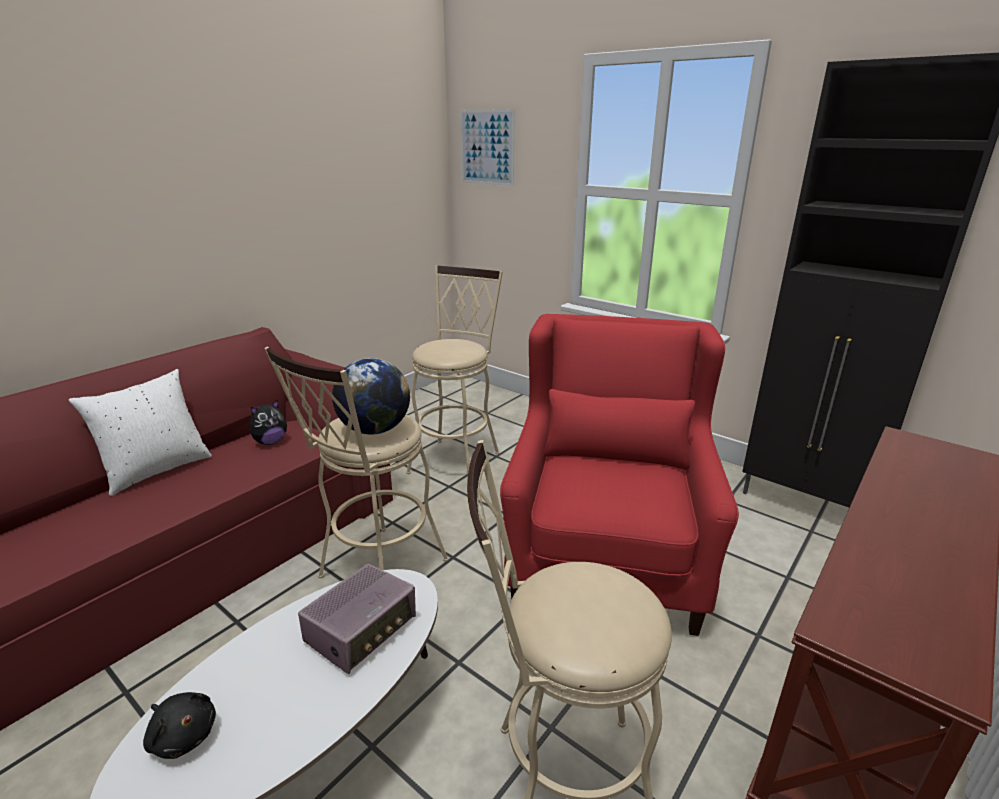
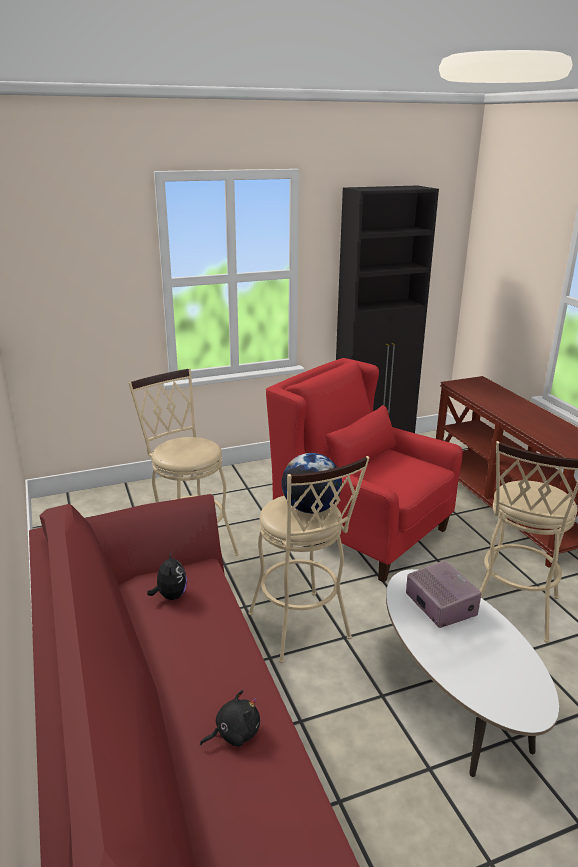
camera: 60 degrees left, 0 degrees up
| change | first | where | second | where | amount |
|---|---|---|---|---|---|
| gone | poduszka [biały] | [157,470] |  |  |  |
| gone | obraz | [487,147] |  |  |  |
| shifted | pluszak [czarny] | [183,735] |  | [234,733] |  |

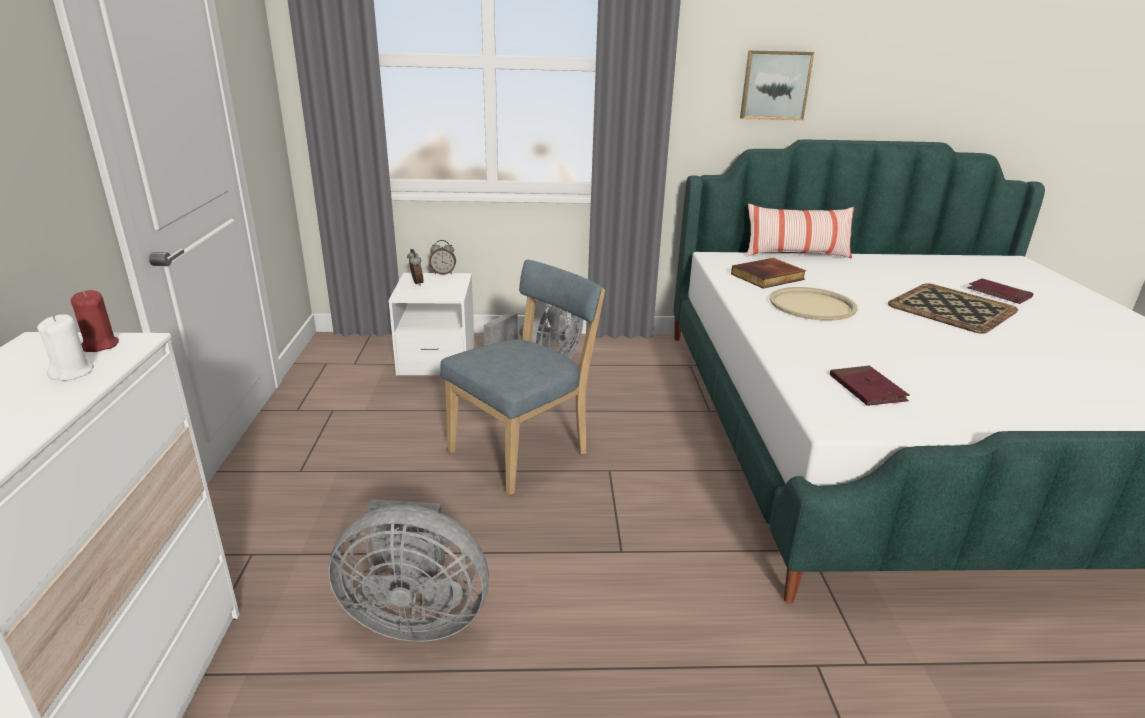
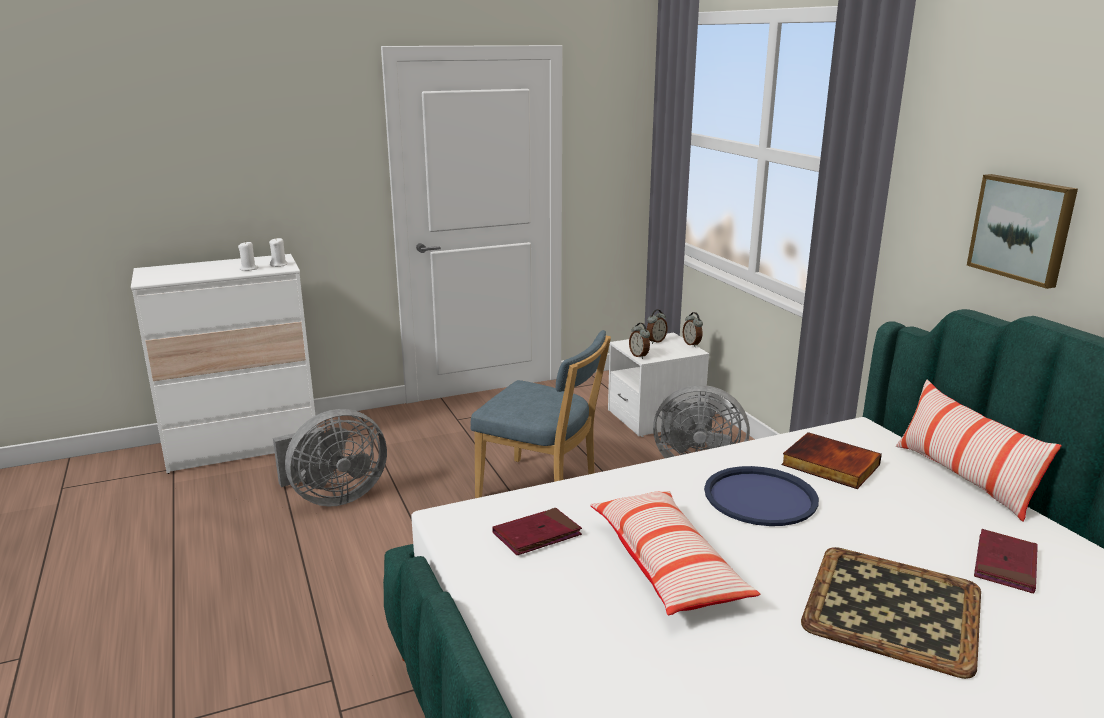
camera: 70 degrees right, 5 degrees down
| change | first | where | second | where | amount |
|---|---|---|---|---|---|
| new |  |  | poduszka | [667,565] |  |
| new |  |  | budzik | [639,356] |  |
| shifted | książka [czerwony] | [999,294] |  | [1005,564] |  |
| repainted | świeca [czerwony] | [99,345] | świeca [biały] | [279,265] |  |
| repainted | taca [beżowy] | [812,305] | taca [niebieski] | [760,497] |  |
| rotated | wentylator [szary] | [415,617] |  | [333,497] | 105 degrees counterclockwise |

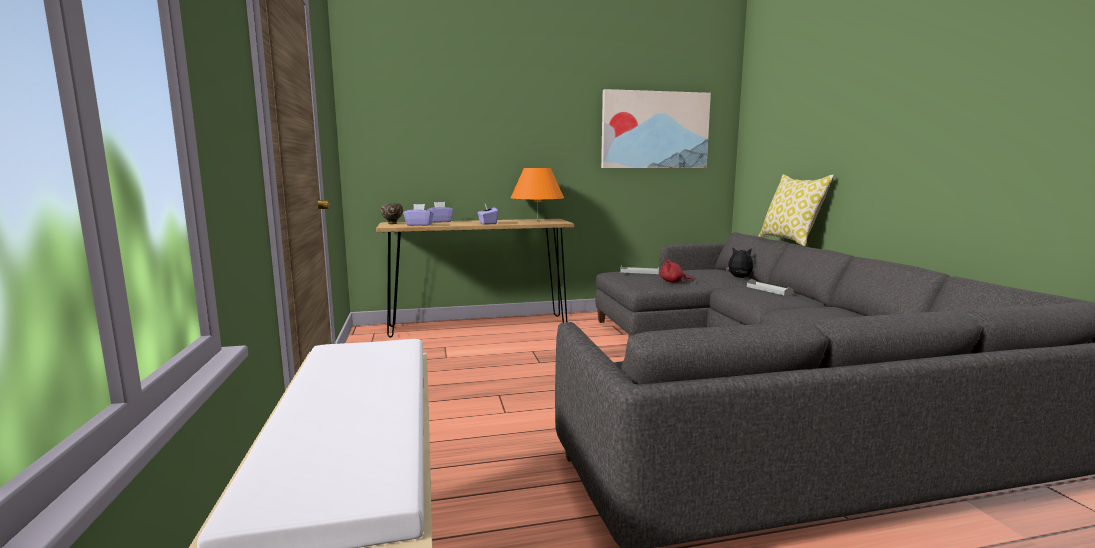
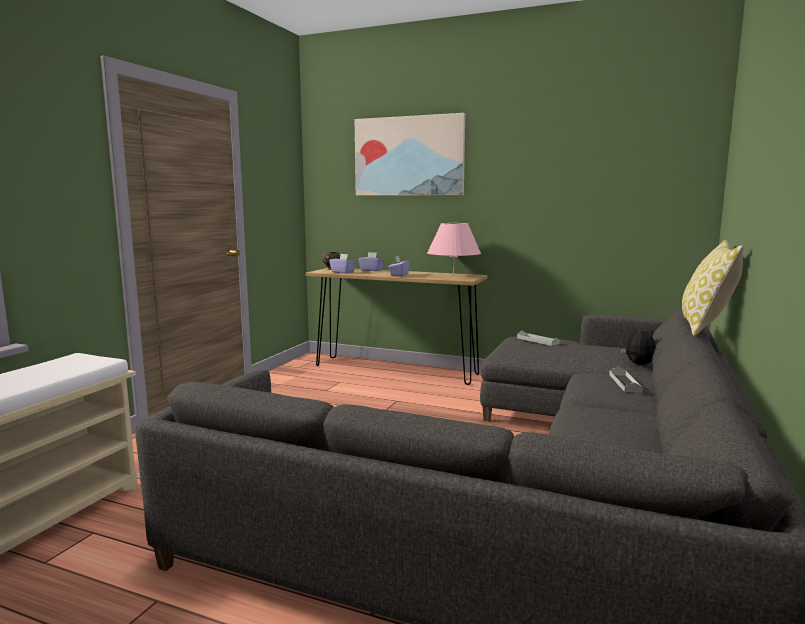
camera: 35 degrees right, 0 degrees up
| change | first | where | second | where | amount |
|---|---|---|---|---|---|
| gone | pluszak [czerwony] | [673,282] |  |  |  |
| shifted | obraz | [654,130] |  | [409,156] |  |
| repainted | lampa stołowa [pomarańczowy] | [537,220] | lampa stołowa [różowy] | [453,275] |  |

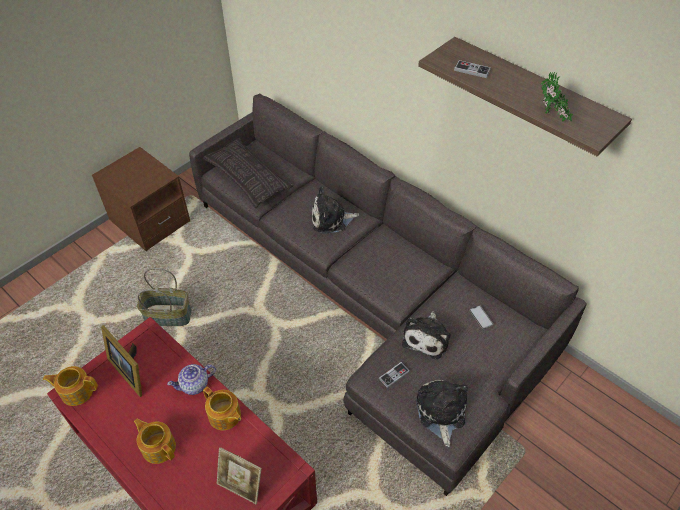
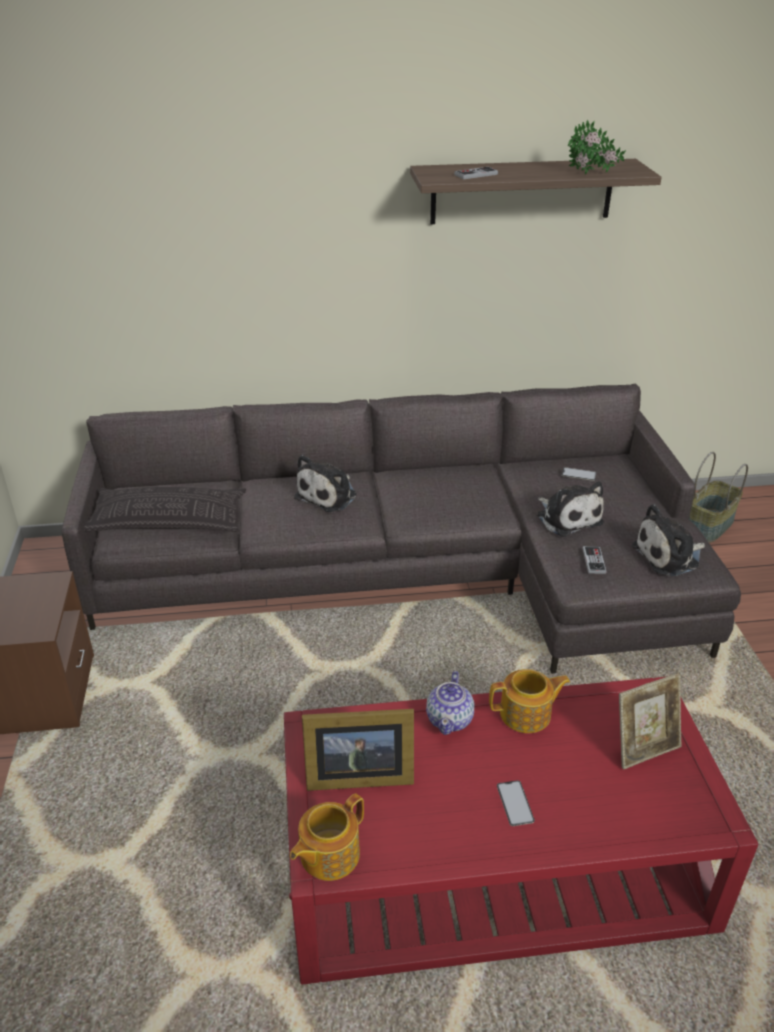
camera: 50 degrees left, 15 degrees down
| change | first | where | second | where | amount |
|---|---|---|---|---|---|
| shifted | koszyk | [168,315] |  | [708,525] |  |
| swapped | imbryk | [158,446] | telefon | [515,803] |  |
| rotated | pluszak | [440,413] |  | [669,556] | 60 degrees counterclockwise |

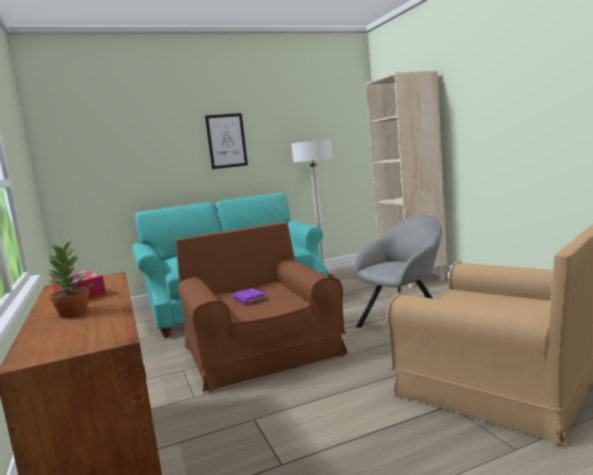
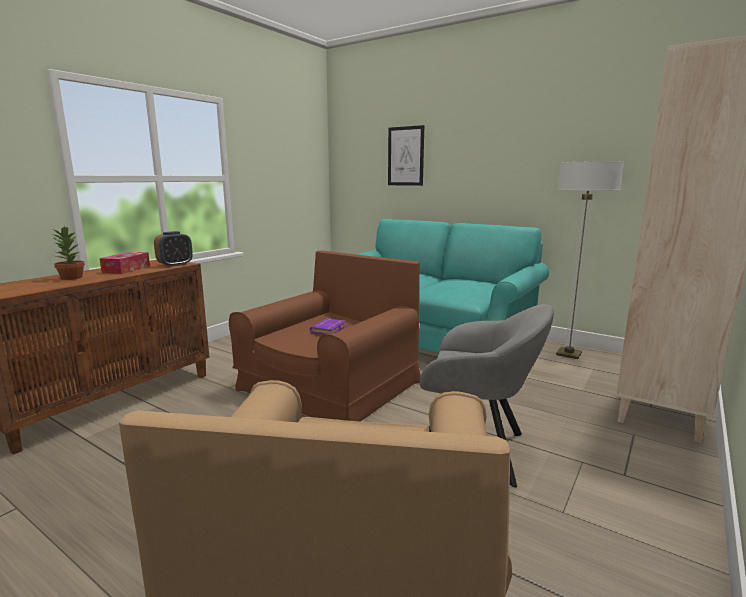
camera: 55 degrees right, 5 degrees up
| change | first | where | second | where | amount |
|---|---|---|---|---|---|
| new |  |  | budzik | [175,265] |  |
| shifted | obraz | [226,141] |  | [405,156] |  |

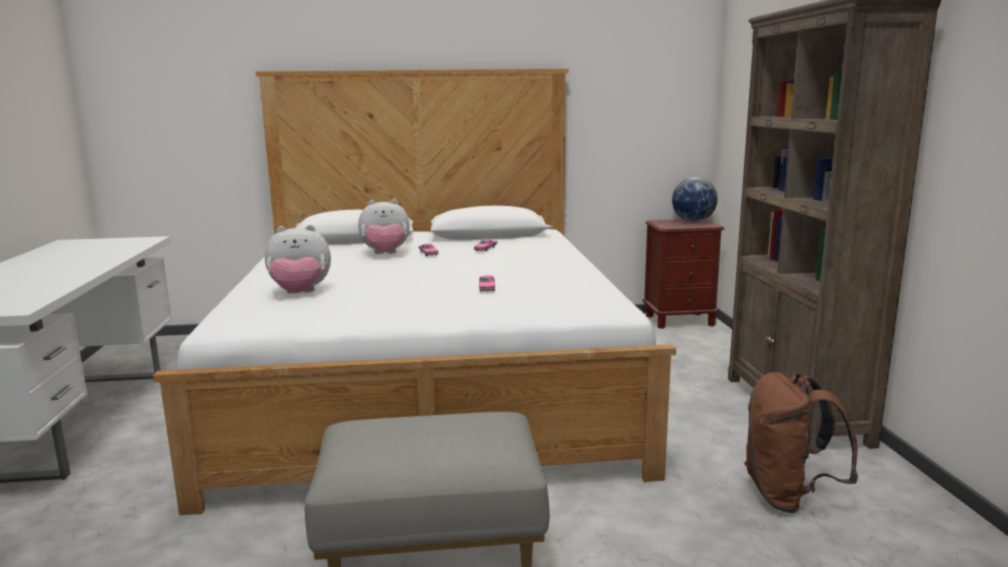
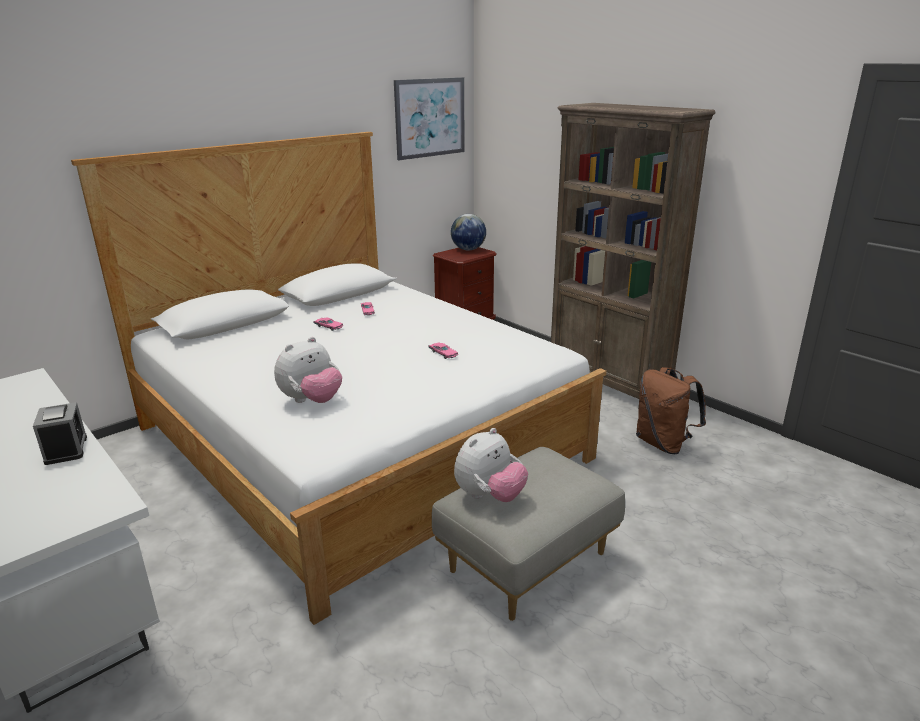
camera: 35 degrees left, 10 degrees up
| change | first | where | second | where | amount |
|---|---|---|---|---|---|
| new |  |  | budzik | [66,450] |  |
| new |  |  | obraz | [430,118] |  |
| shifted | pluszak | [385,254] |  | [489,496] |  |

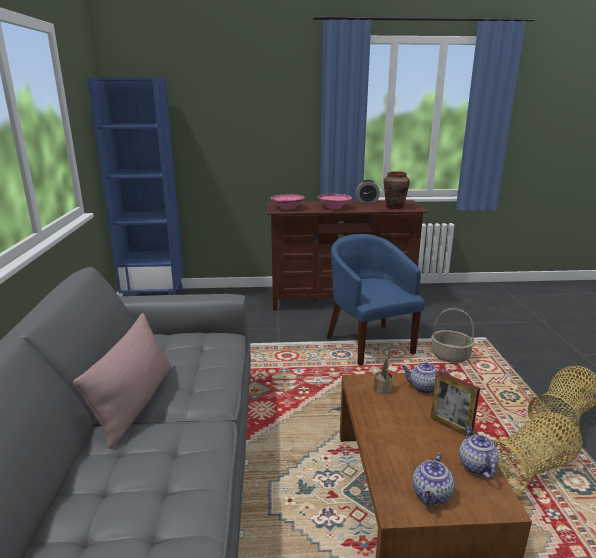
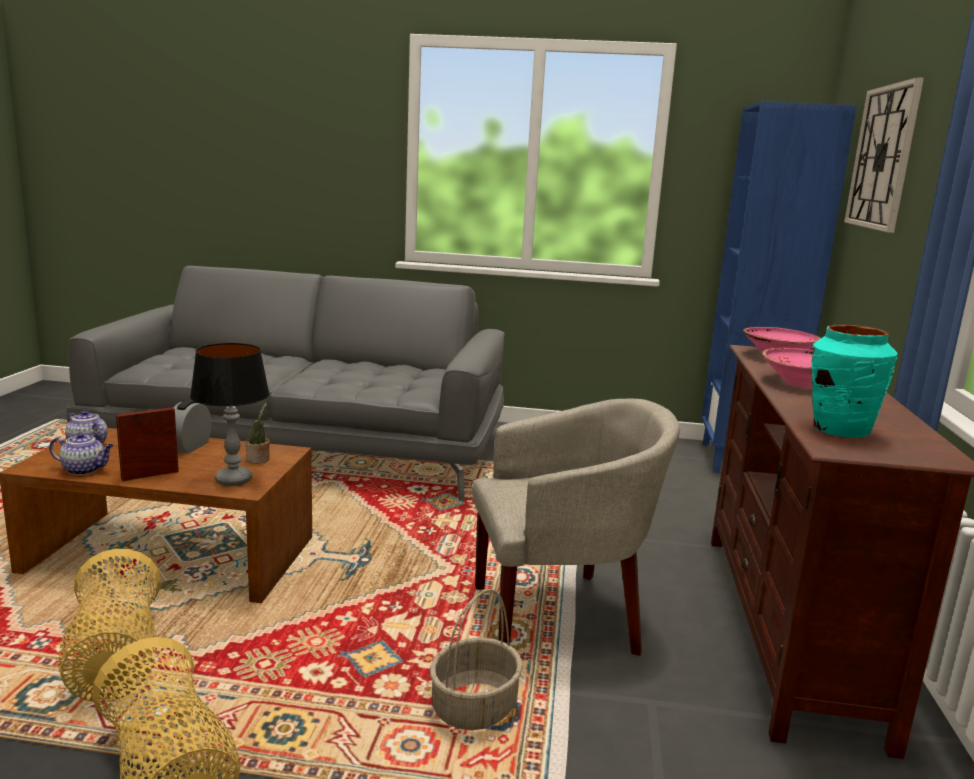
camera: 100 degrees right, 5 degrees down
| change | first | where | second | where | amount |
|---|---|---|---|---|---|
| gone | poduszka [różowy] | [135,403] |  |  |  |
| new |  |  | zegar ścienny | [883,157] |  |
| shifted | budzik | [367,201] |  | [190,447] |  |
| swapped | imbryk | [423,388] | lampa stołowa | [233,480] |  |
| repainted | fotel [niebieski] | [369,343] | fotel [beżowy] | [560,616] |  |
| repainted | wazon [brązowy] | [394,207] | wazon [turkusowy] | [839,430] |  |

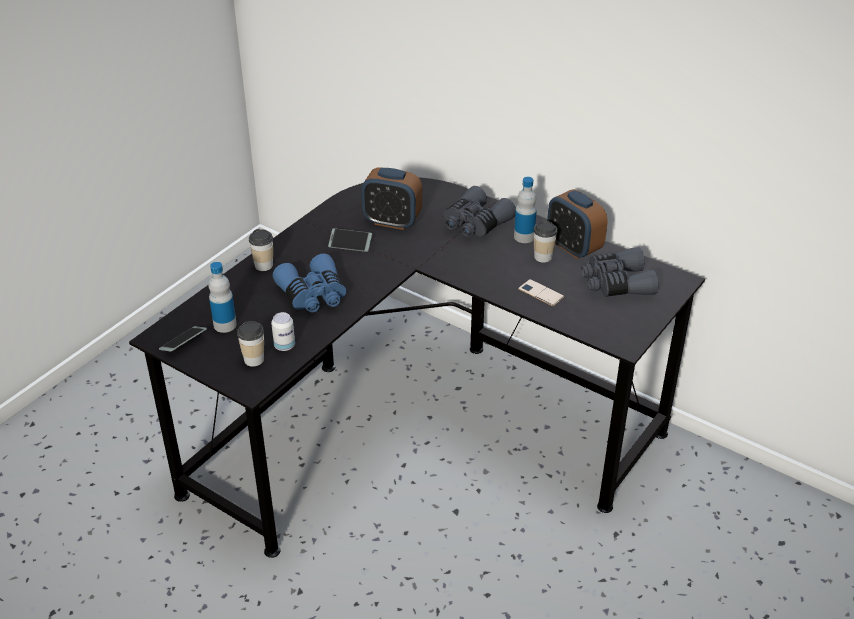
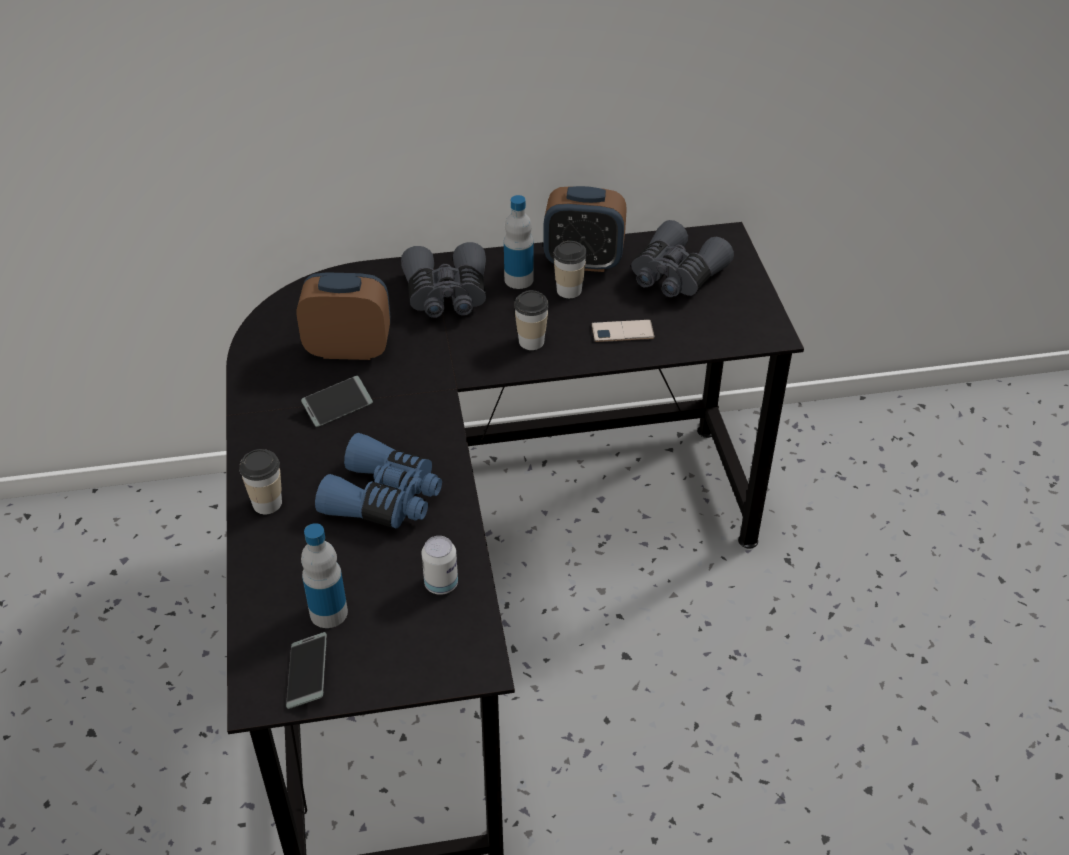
camera: 45 degrees left, 5 degrees up
| change | first | where | second | where | amount |
|---|---|---|---|---|---|
| shifted | filiżanka | [254,359] |  | [531,341] |  |
| rotated | budzik | [392,221] |  | [349,349] | 150 degrees counterclockwise |

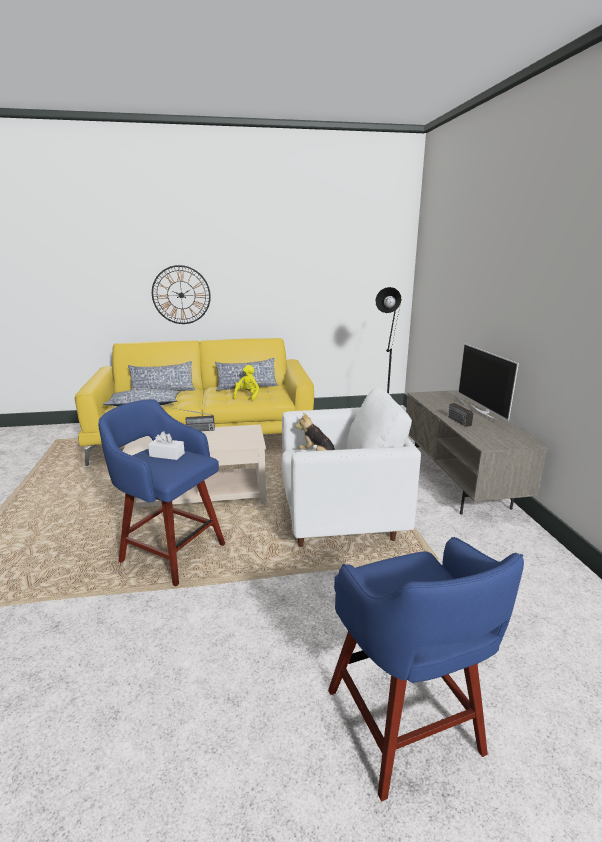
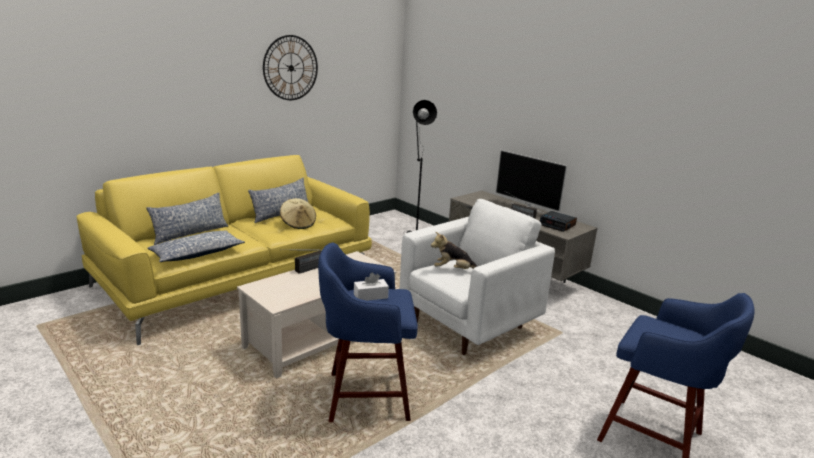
camera: 35 degrees left, 0 degrees up
| change | first | where | second | where | amount |
|---|---|---|---|---|---|
| new |  |  | budzik | [557,225] |  |
| shifted | zegar ścienny | [181,295] |  | [291,68] |  |
| swapped | pluszak [żółty] | [247,396] | kapelusz [beżowy] | [298,224] |  |

